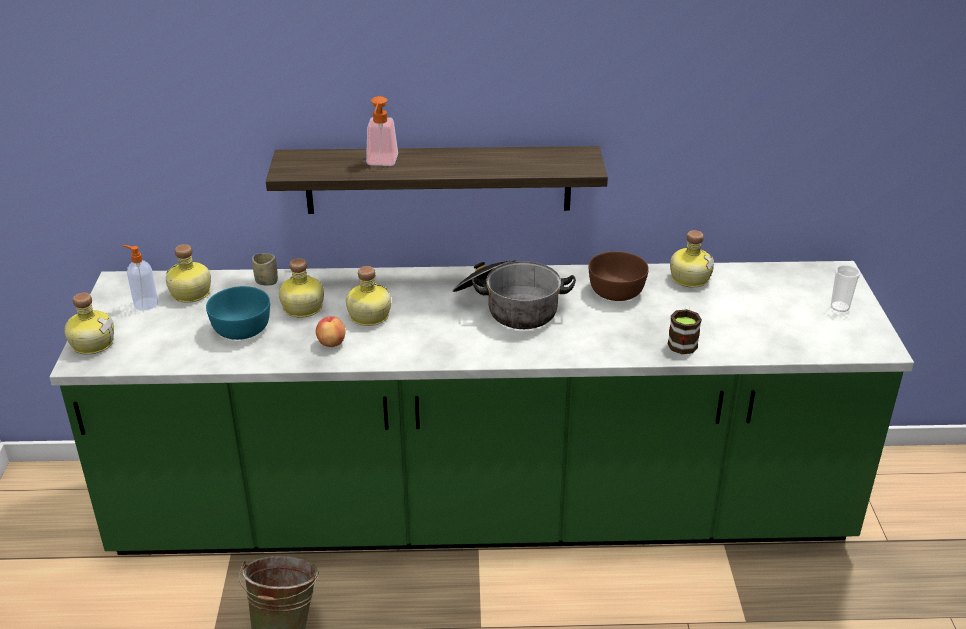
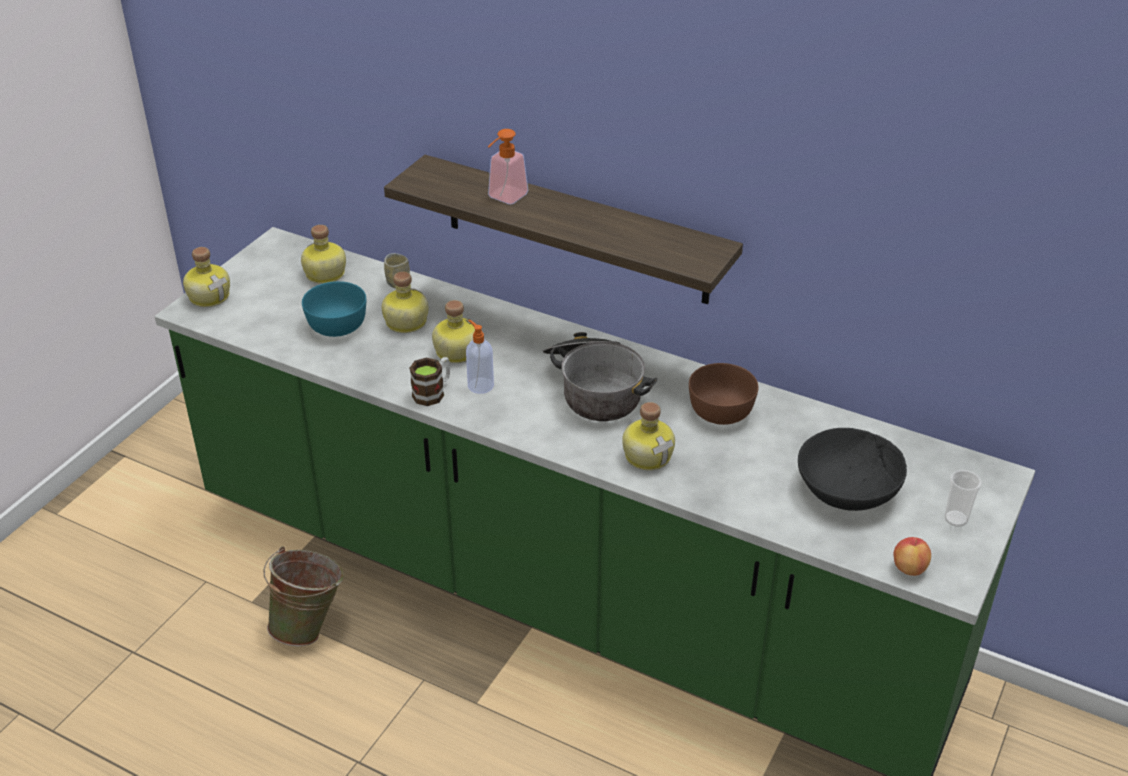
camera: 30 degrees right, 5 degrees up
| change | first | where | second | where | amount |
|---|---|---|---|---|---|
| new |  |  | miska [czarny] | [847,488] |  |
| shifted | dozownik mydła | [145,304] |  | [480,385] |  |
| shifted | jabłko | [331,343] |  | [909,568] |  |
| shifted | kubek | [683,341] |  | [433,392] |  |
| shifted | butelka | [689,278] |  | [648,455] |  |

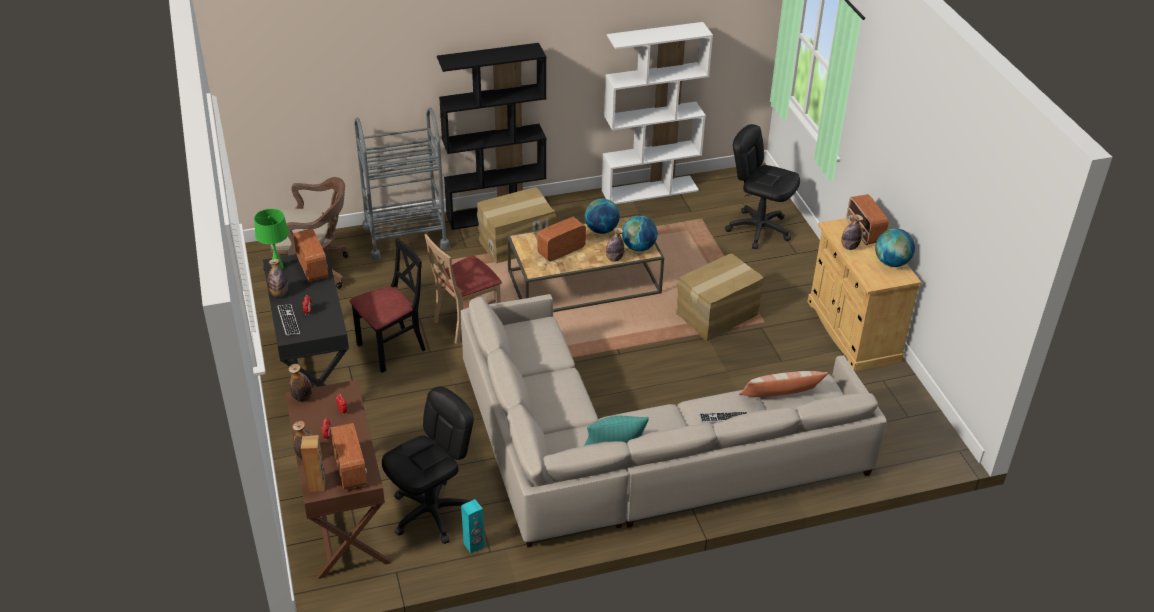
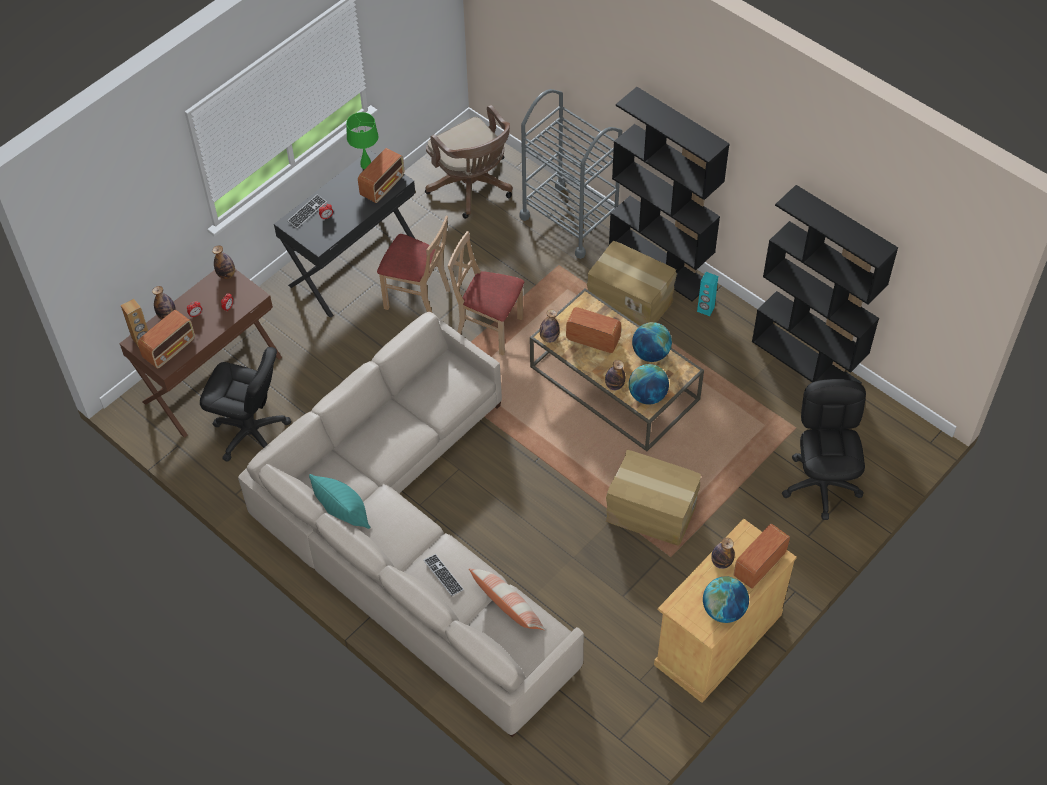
camera: 60 degrees right, 15 degrees up
| change | first | where | second | where | amount |
|---|---|---|---|---|---|
| shifted | butelka | [279,293] |  | [549,338] |  |
| shifted | głośnik [turkusowy] | [474,545] |  | [705,309] |  |
| repainted | krzesło [czarny] | [392,348] | krzesło [beżowy] | [417,297] |  |
| repainted | regał [biały] | [650,190] | regał [czarny] | [807,362] |  |

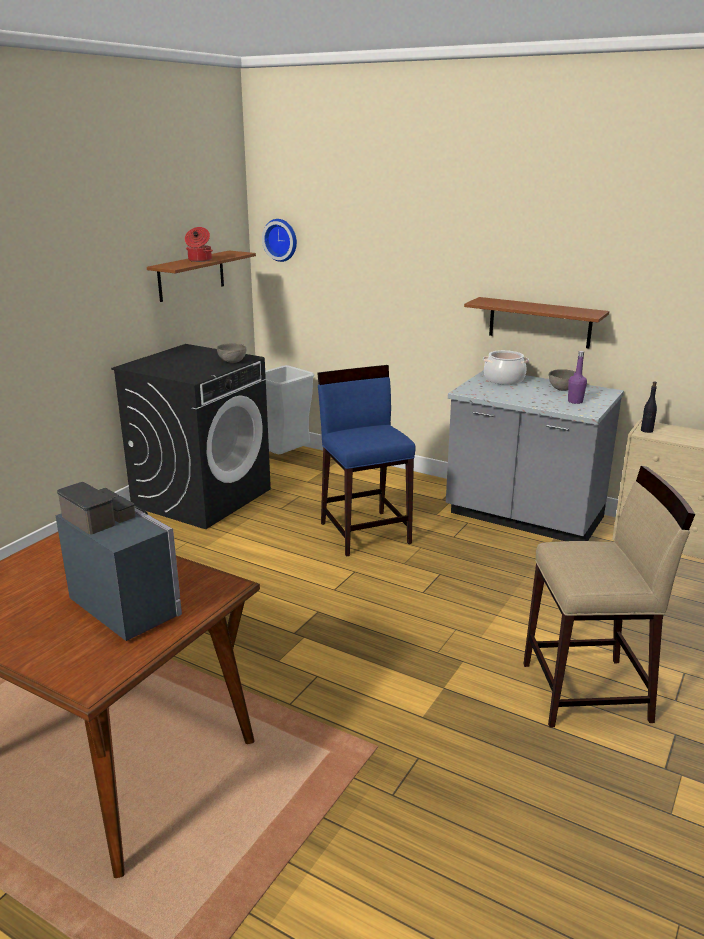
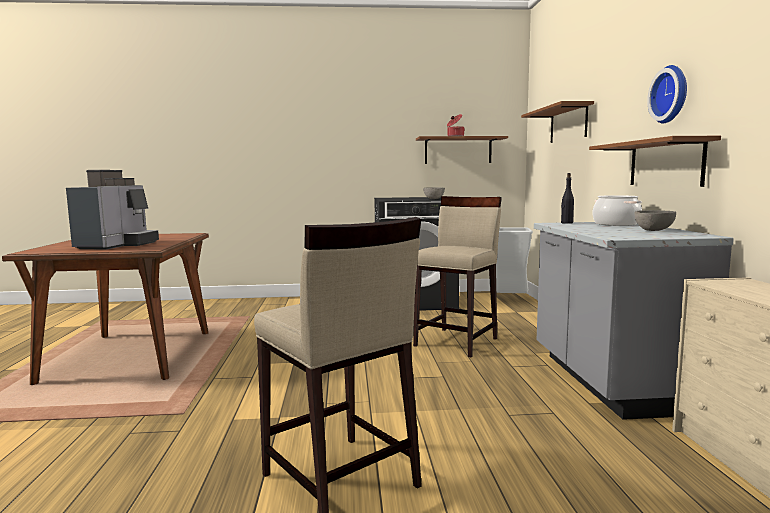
camera: 55 degrees right, 15 degrees down
| change | first | where | second | where | amount |
|---|---|---|---|---|---|
| gone | butelka [fioletowy] | [575,401] |  |  |  |
| new |  |  | półka [brązowy] | [568,124] |  |
| shifted | zegar ścienny | [281,240] |  | [671,94] |  |
| shifted | butelka [czarny] | [646,430] |  | [566,223] |  |
| repainted | stołek [niebieski] | [365,532] | stołek [beżowy] | [457,342] |  |

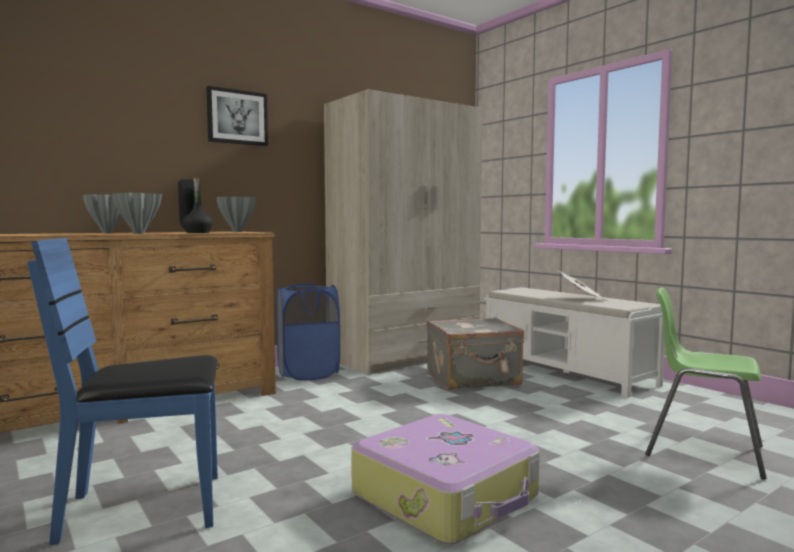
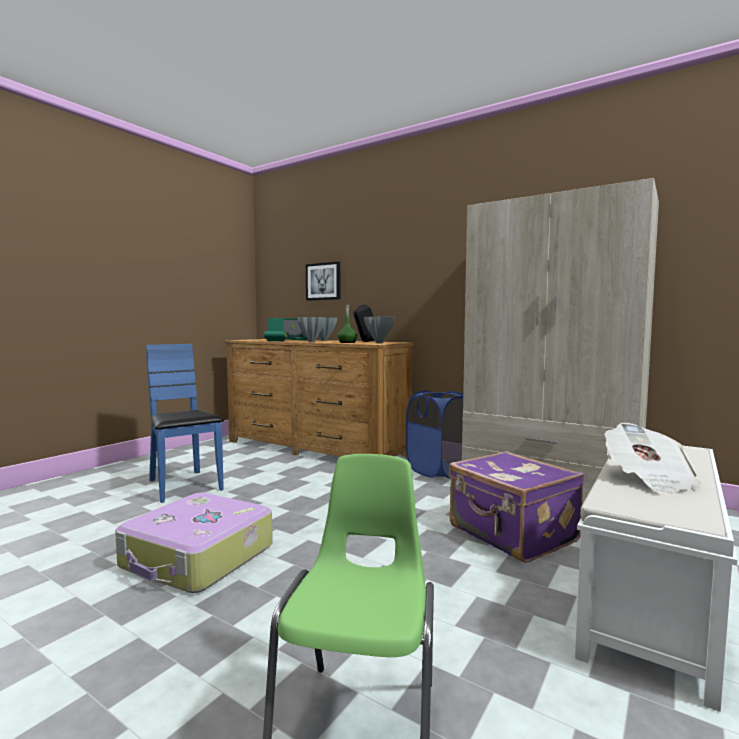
camera: 70 degrees right, 0 degrees up
| change | first | where | second | where | amount |
|---|---|---|---|---|---|
| new |  |  | radio | [288,340] |  |
| shifted | obraz | [237,117] |  | [323,281] |  |
| repainted | butelka [czarny] | [198,232] | butelka [zielony] | [347,342] |  |
| repainted | walizka [szary] | [473,379] | walizka [fioletowy] | [512,535] |  |

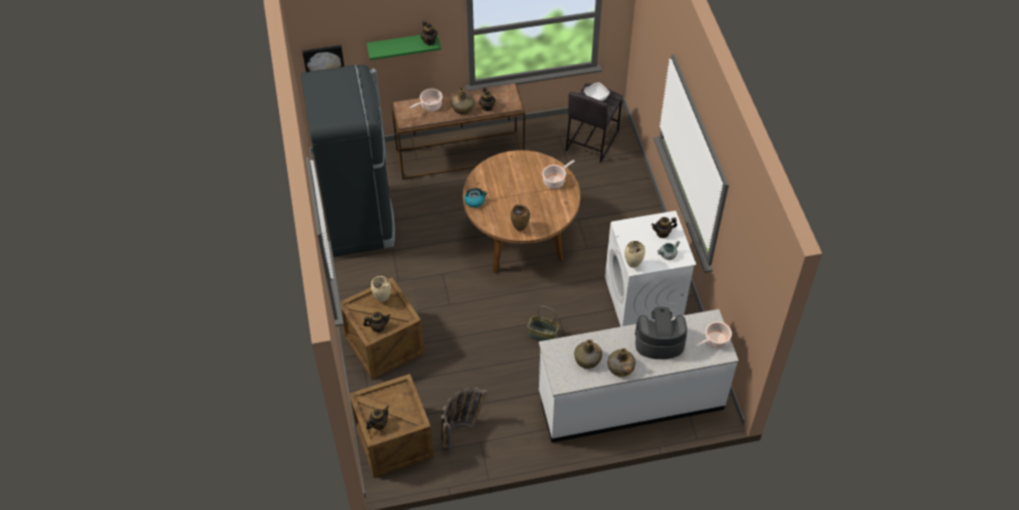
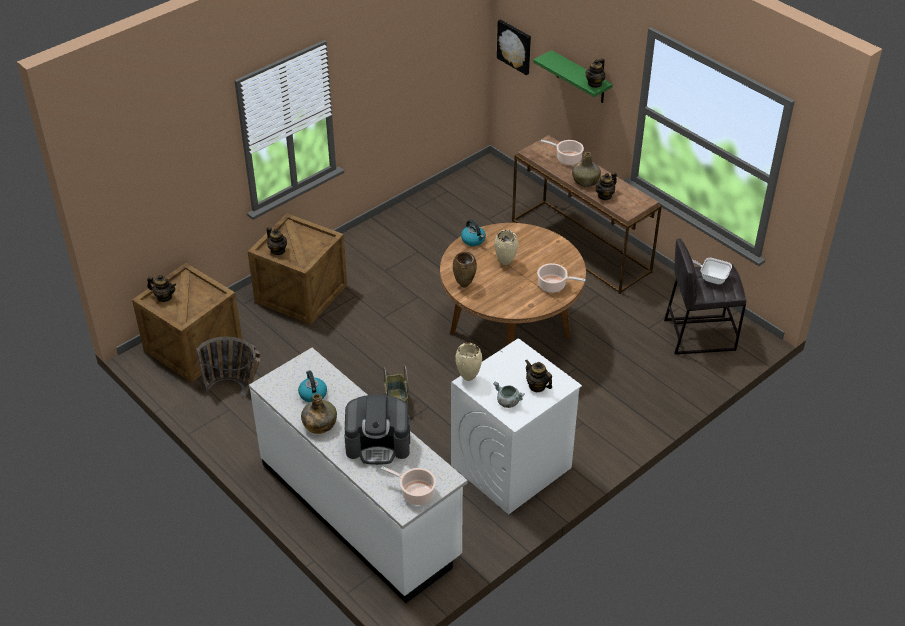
camera: 60 degrees right, 10 degrees down
| change | first | where | second | where | amount |
|---|---|---|---|---|---|
| gone | lodówka [czarny] | [359,220] |  |  |  |
| shifted | wazon [beżowy] | [383,299] |  | [506,263] |  |
| swapped | butelka [zielony] | [587,360] | czajnik | [312,394] |  |
| rotated | ekspres do kawy | [659,342] |  | [378,443] | 120 degrees clockwise |

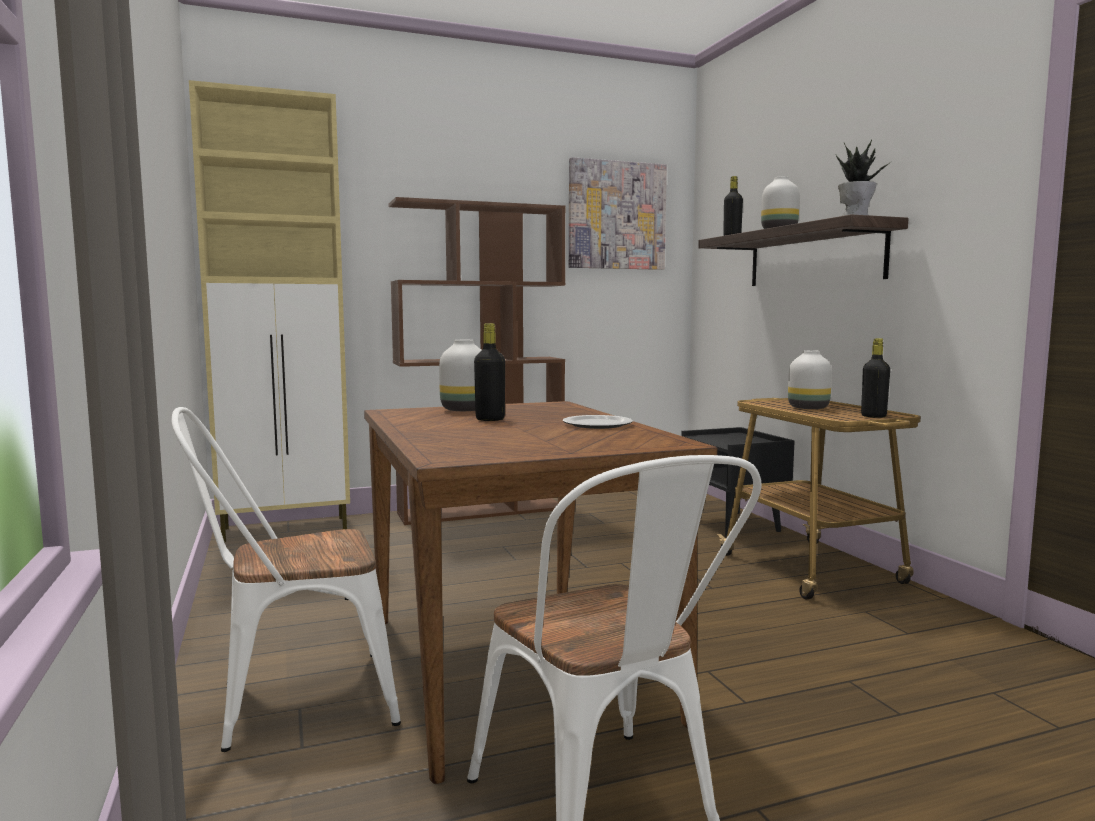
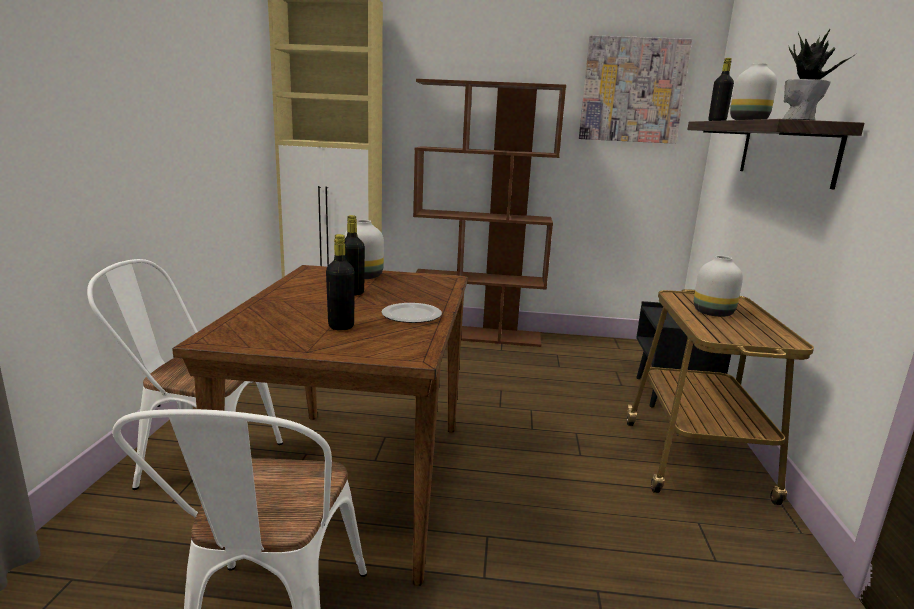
camera: 25 degrees right, 10 degrees up
| change | first | where | second | where | amount |
|---|---|---|---|---|---|
| shifted | butelka [czarny] | [873,416] |  | [341,326] |  |

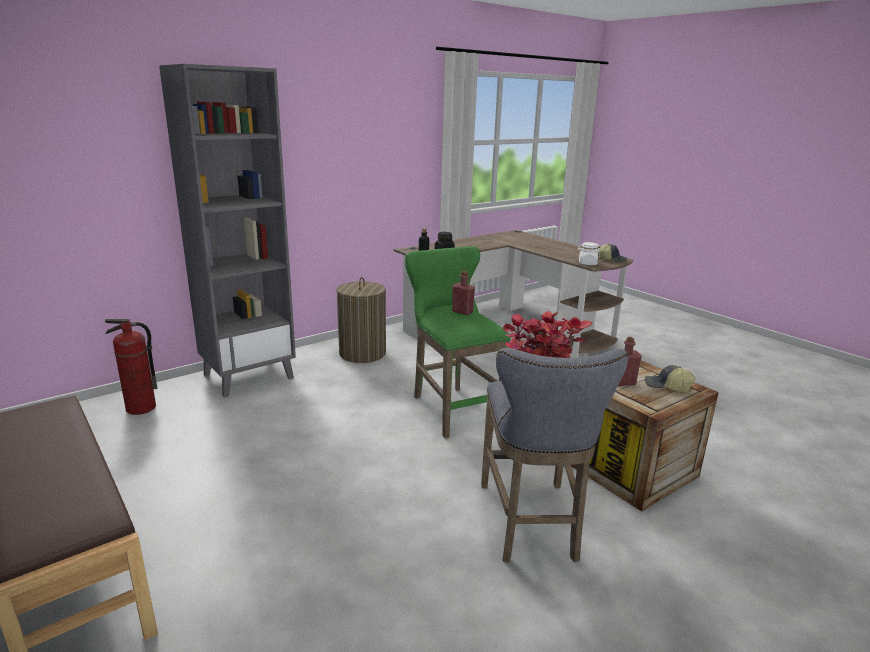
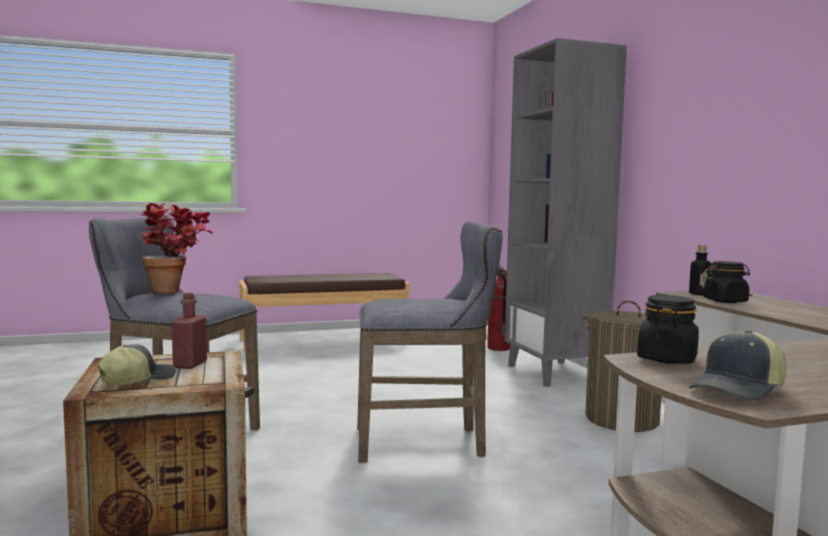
camera: 110 degrees right, 15 degrees down
| change | first | where | second | where | amount |
|---|---|---|---|---|---|
| gone | butelka [czerwony] | [462,312] |  |  |  |
| repainted | stołek [zielony] | [452,408] | stołek [szary] | [427,443] |  |
| repainted | słoik [biały] | [587,263] | słoik [czarny] | [667,359] |  |

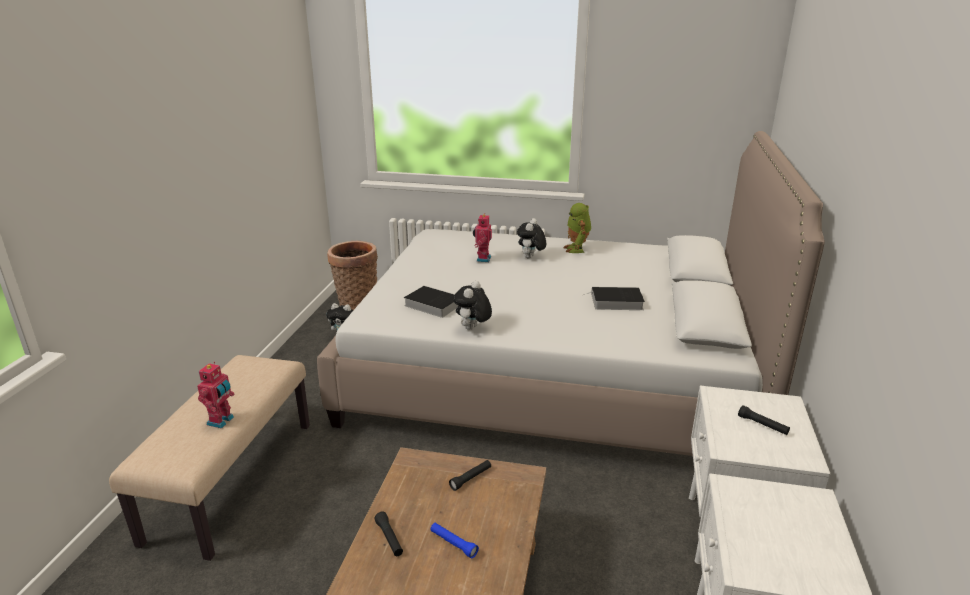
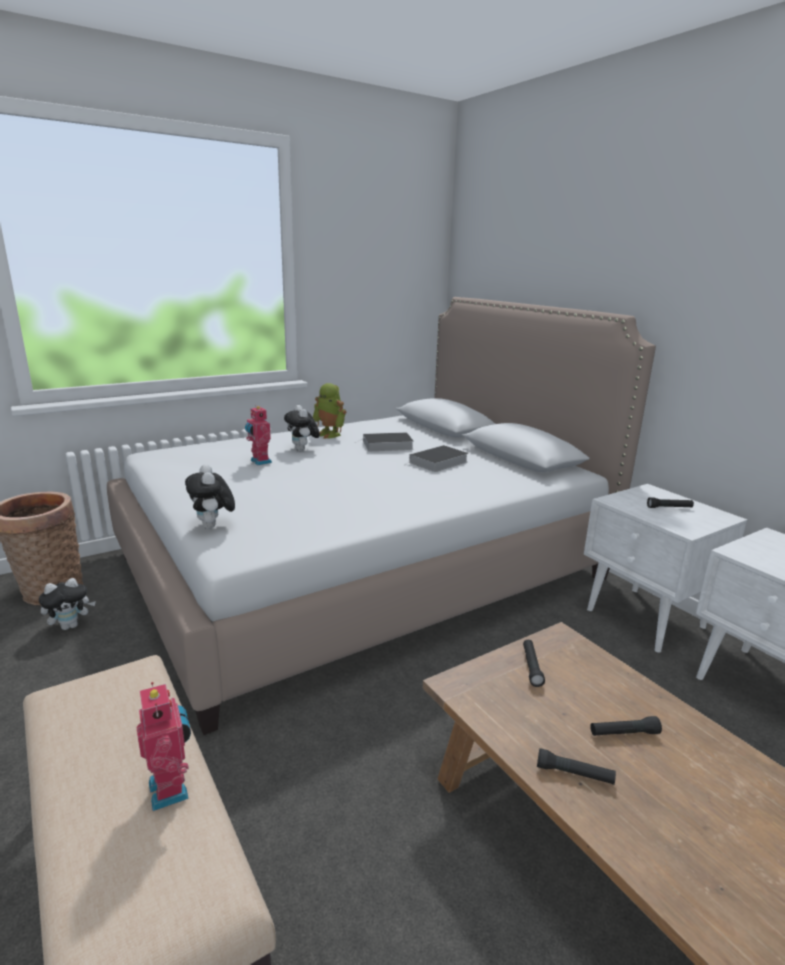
camera: 45 degrees left, 5 degrees down
| change | first | where | second | where | amount |
|---|---|---|---|---|---|
| shifted | książka | [431,304] |  | [386,445] |  |
| shifted | pluszak | [472,329] |  | [213,526] |  |
| repainted | latarka [niebieski] | [453,544] | latarka [czarny] | [624,733] |  |

